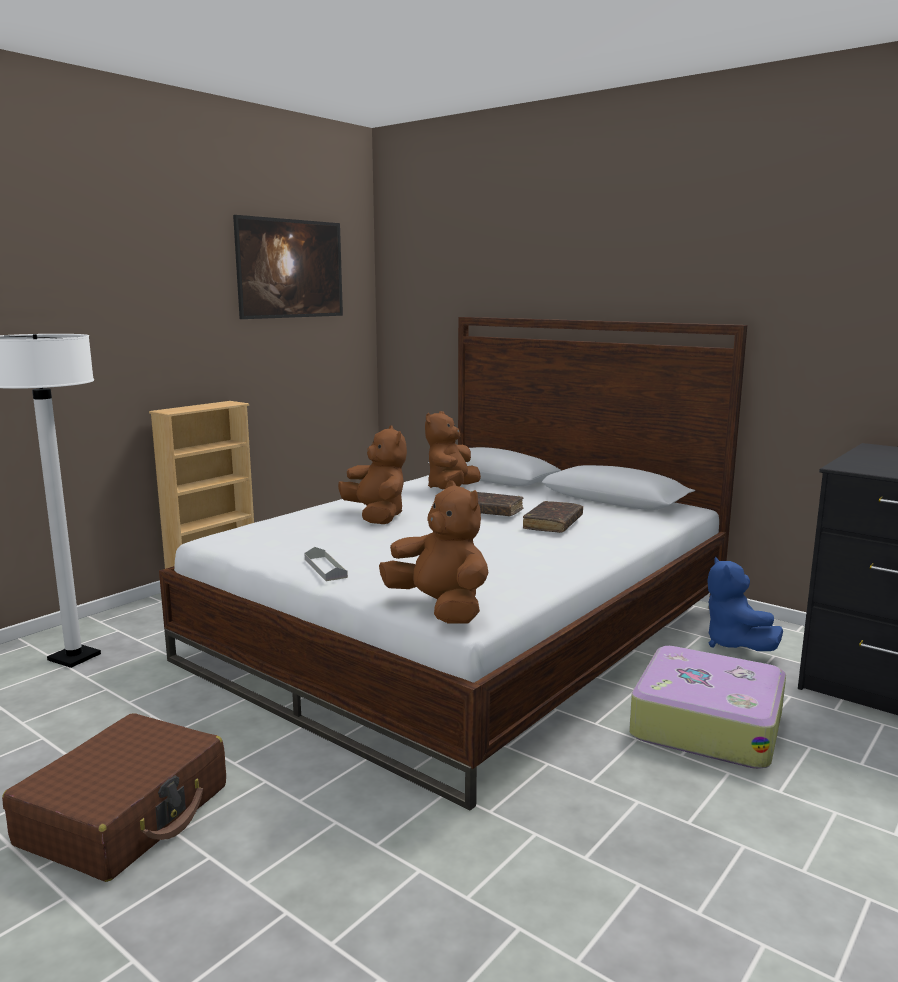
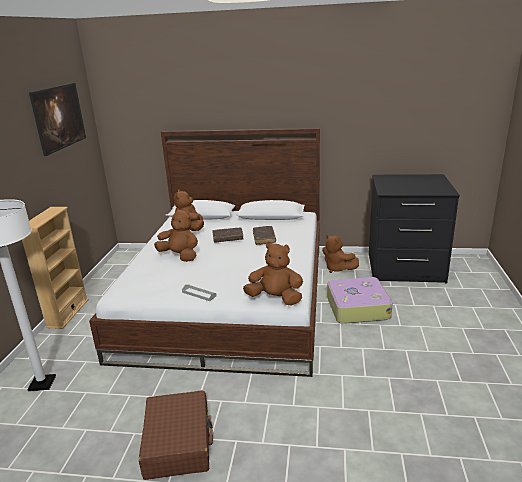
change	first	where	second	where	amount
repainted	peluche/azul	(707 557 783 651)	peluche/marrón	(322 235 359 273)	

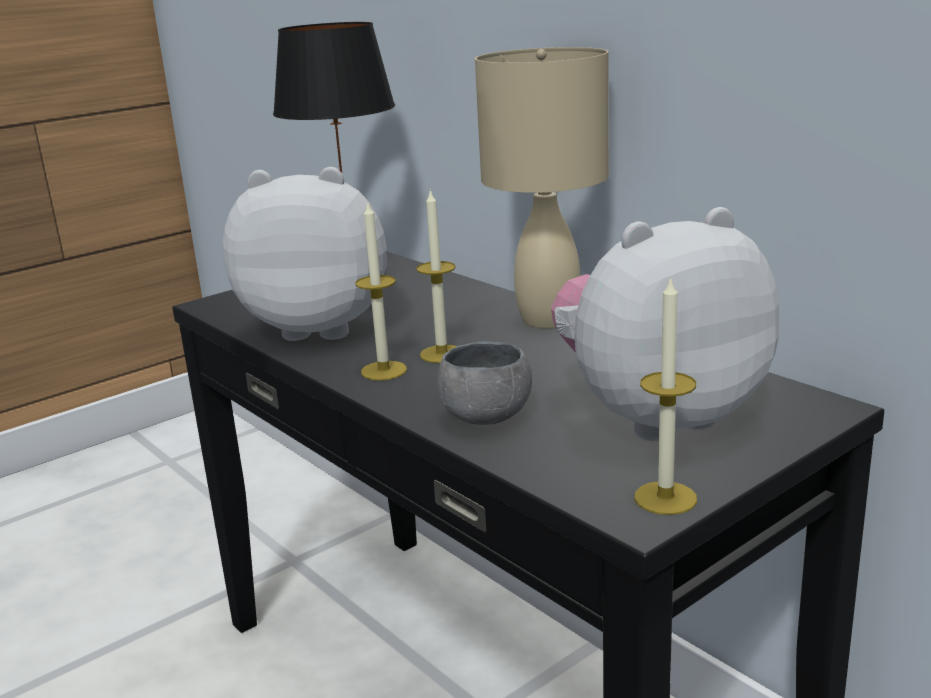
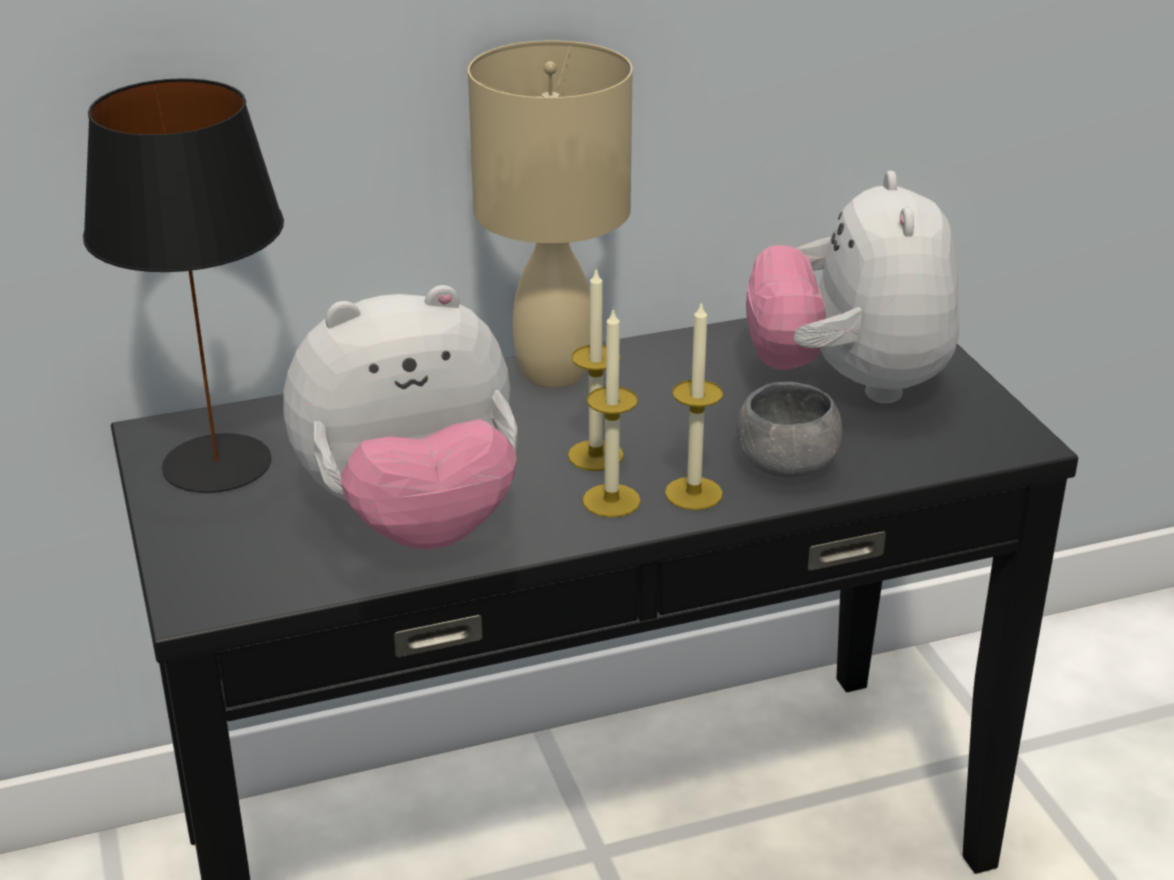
change	first	where	second	where	amount
rotated	peluche	(222 167 387 341)		(283 285 517 550)	135 degrees counterclockwise
shifted	vela	(634 276 697 515)		(665 301 723 510)	

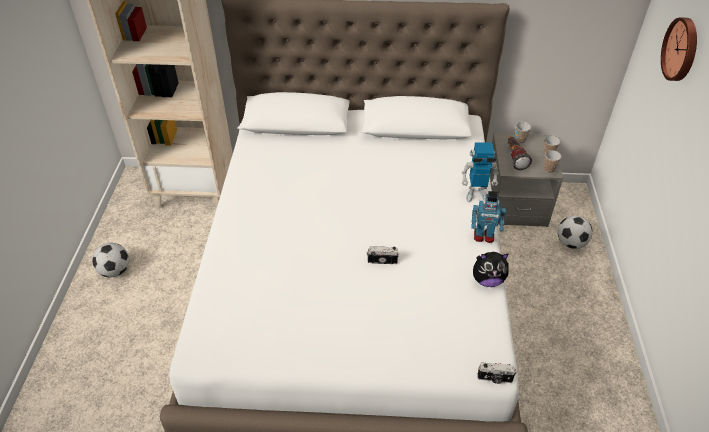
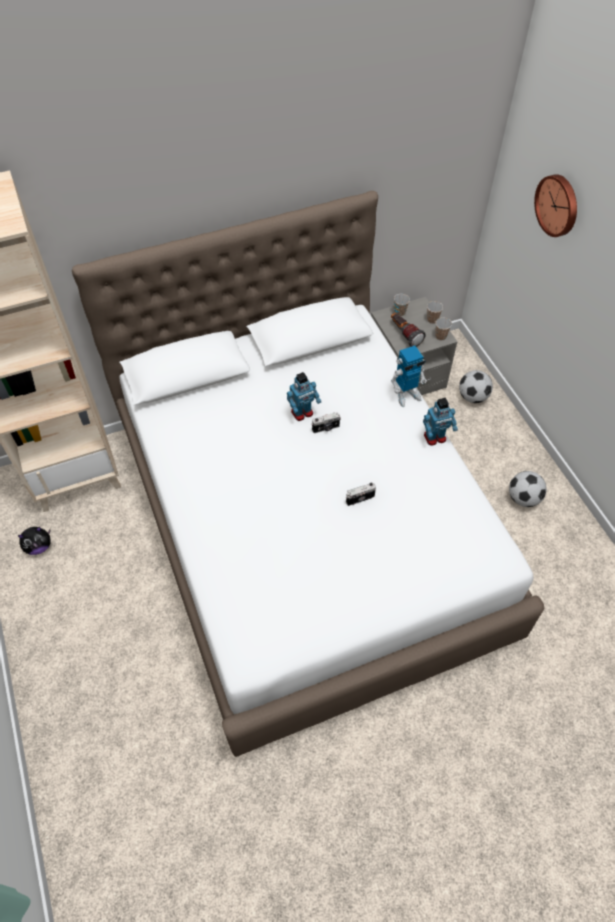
change	first	where	second	where	amount
shifted	balón de fútbol	(92 243 129 277)		(509 471 547 507)	
shifted	peluche	(473 252 509 287)		(18 527 51 555)	
shifted	cámara	(477 362 517 384)		(312 412 341 433)	
new			robot de juguete	(287 372 321 421)	

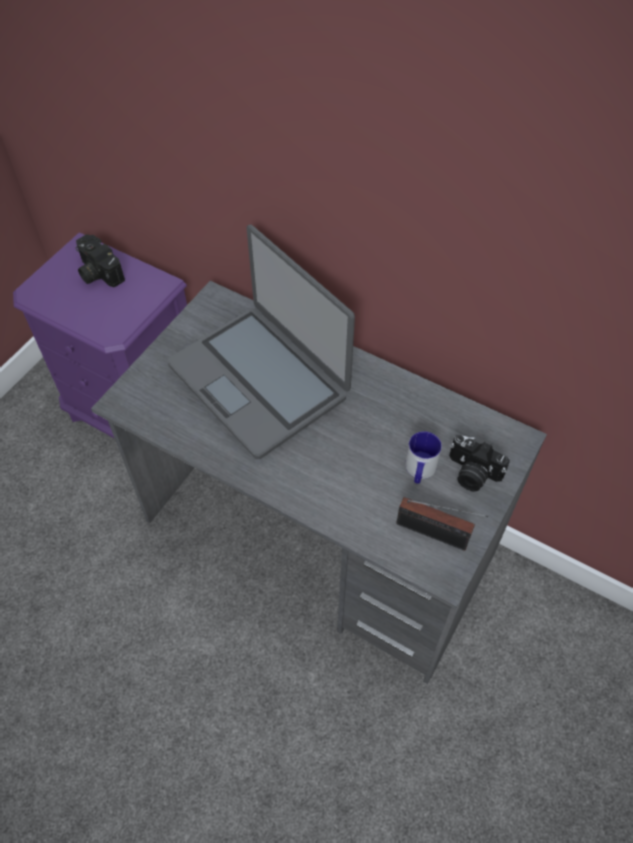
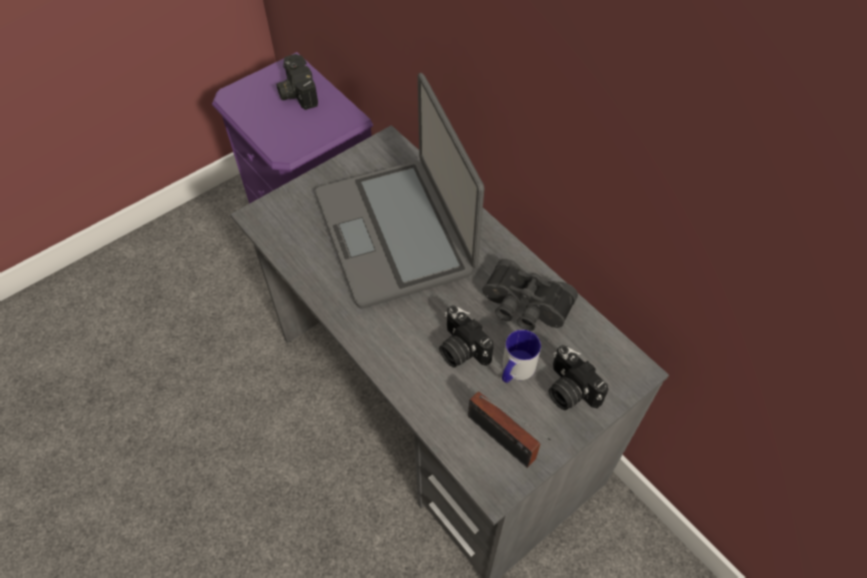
change	first	where	second	where	amount
new			cámara	(439 305 494 368)	
new			prismáticos/negro	(482 259 578 331)	

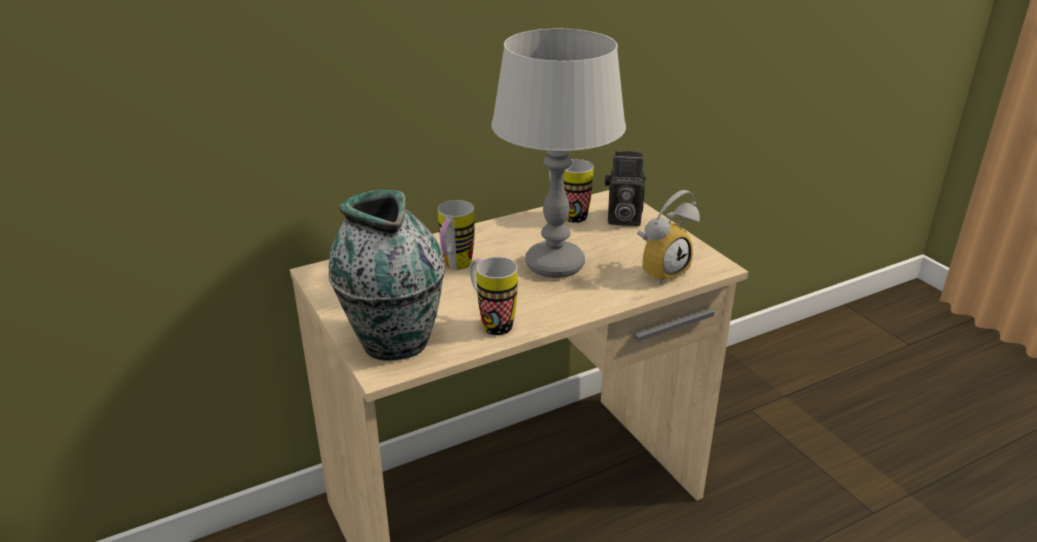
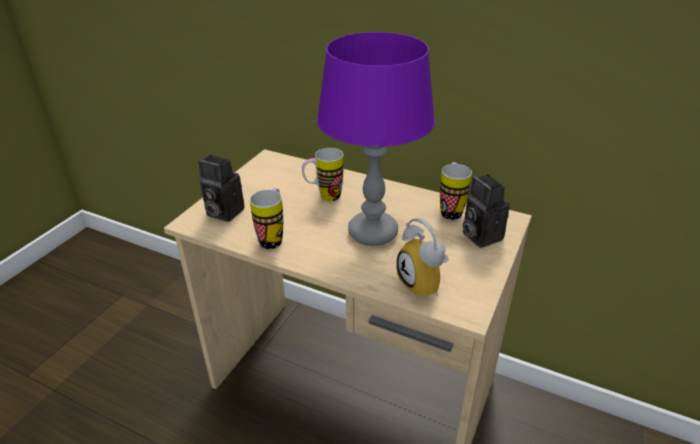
change	first	where	second	where	amount
swapped	florero	(329 190 445 361)	cámara	(198 155 245 222)	
repainted	lámpara de mesa/gris	(491 29 626 278)	lámpara de mesa/morado	(317 32 435 246)	
rotated	despertador	(637 190 700 285)		(397 218 449 299)	45 degrees clockwise

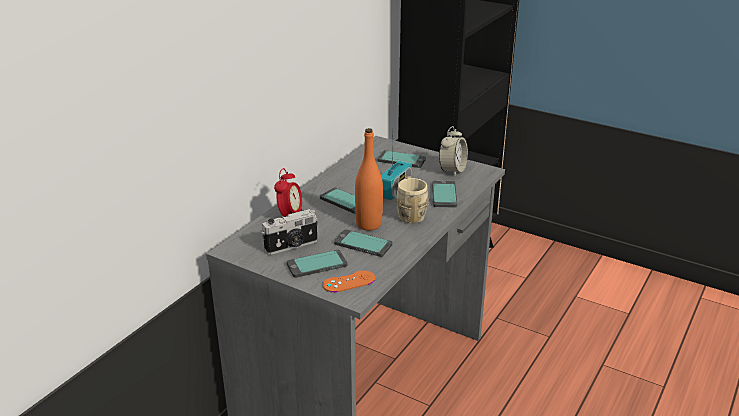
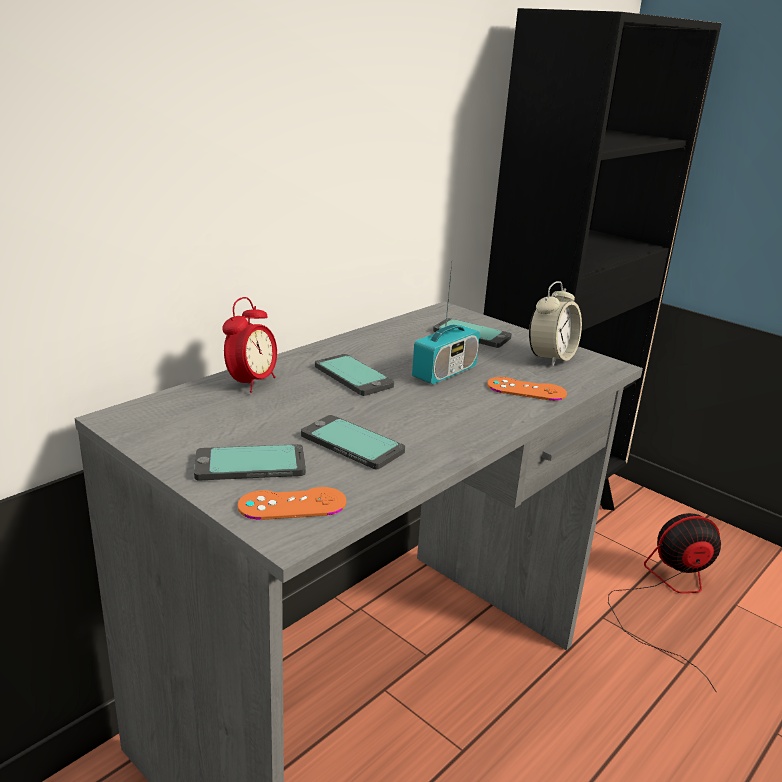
change	first	where	second	where	amount
gone	cámara	(262 209 318 255)			
gone	botella/naranja	(355 128 383 231)			
gone	taza grande/beis	(396 177 429 223)			
swapped	móvil	(432 181 457 208)	mando de consola/naranja	(487 377 567 401)	
new			ventilador	(608 513 721 693)	

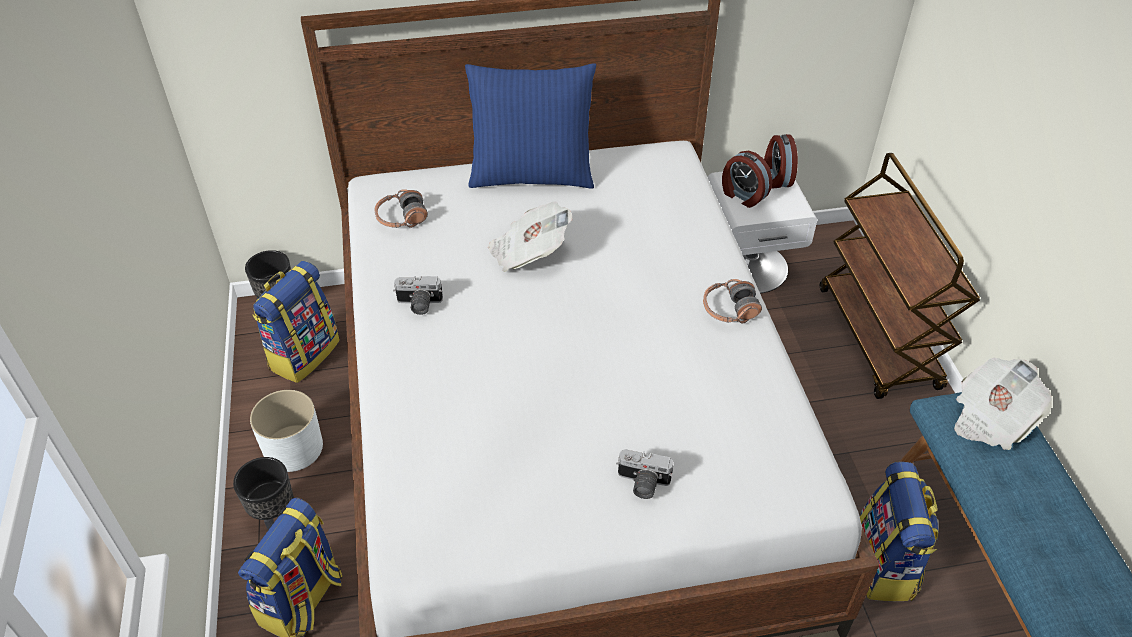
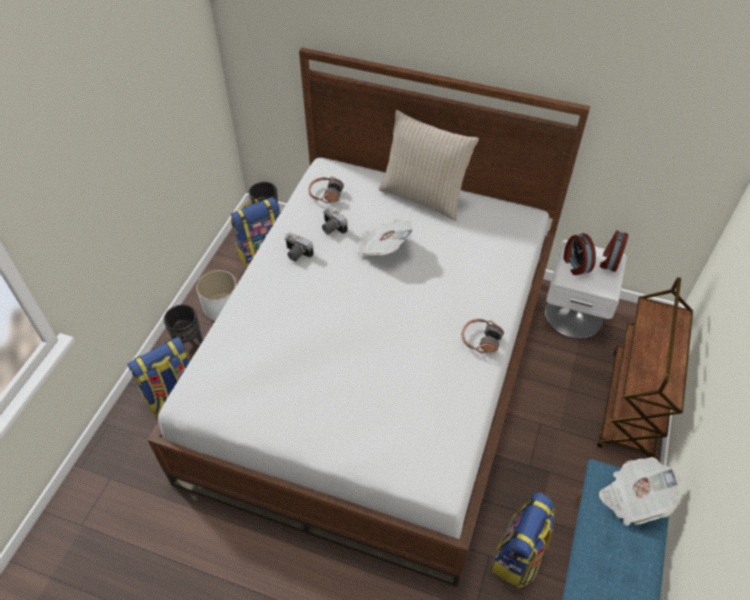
change	first	where	second	where	amount
repainted	cojín/azul	(465 63 596 189)	cojín/beis	(379 110 479 221)	
shifted	cámara	(616 450 673 499)		(322 206 348 235)	

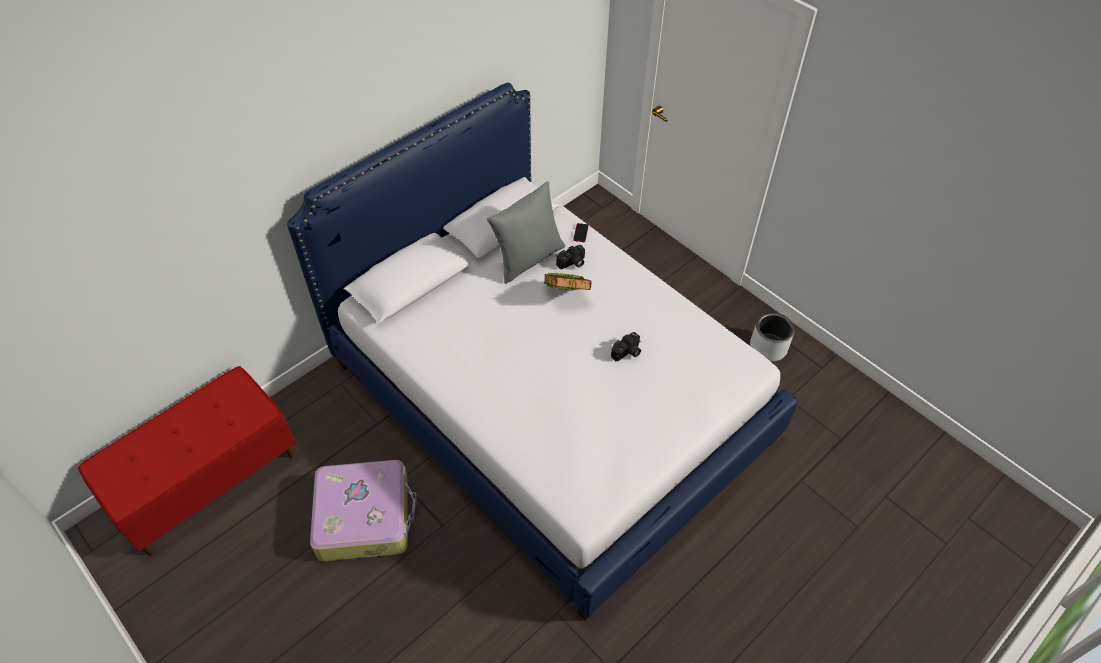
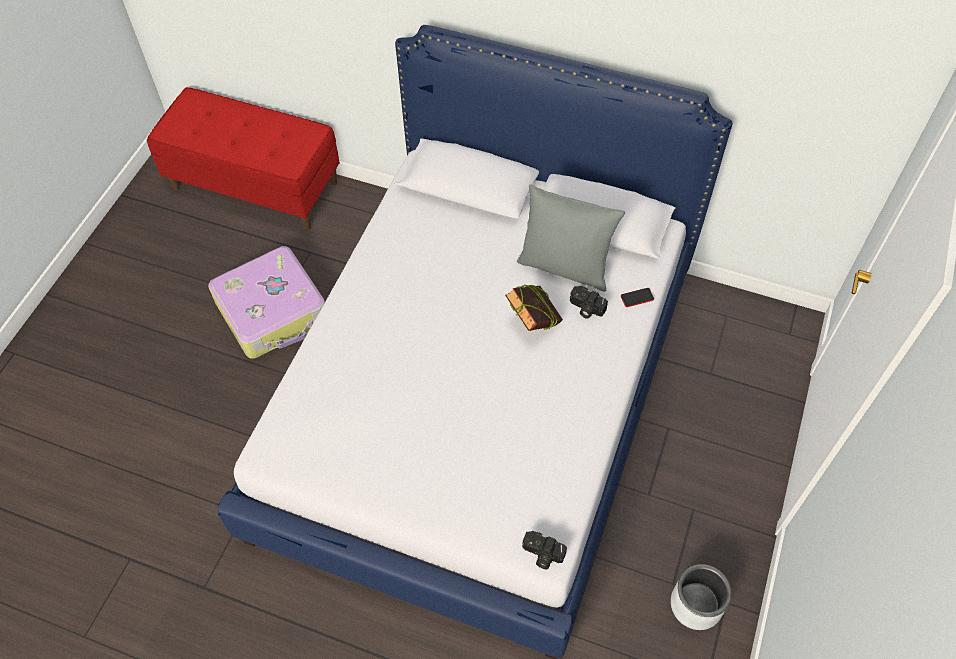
change	first	where	second	where	amount
shifted	cámara	(611 332 641 361)		(522 531 567 569)	

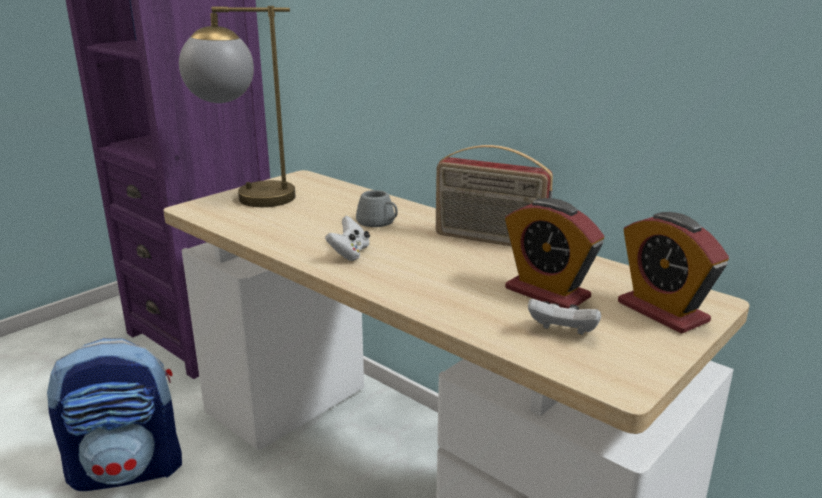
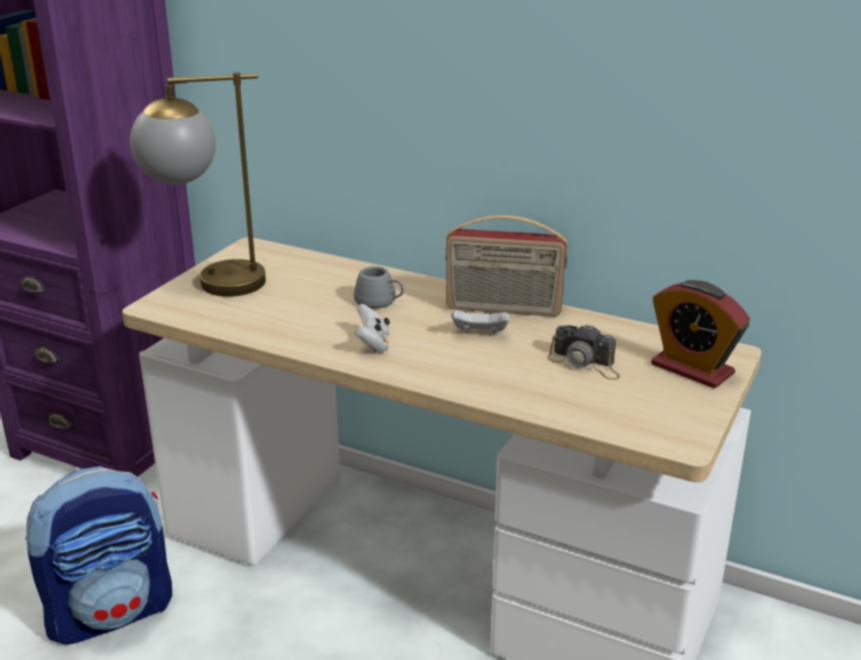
change	first	where	second	where	amount
swapped	despertador	(505 198 604 309)	cámara	(548 323 620 380)	
shifted	mando de consola/blanco	(528 299 601 335)		(451 310 510 334)	

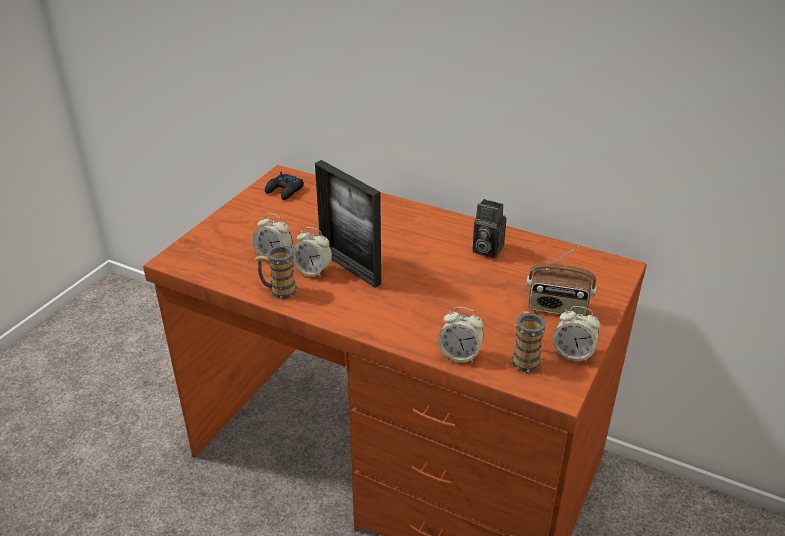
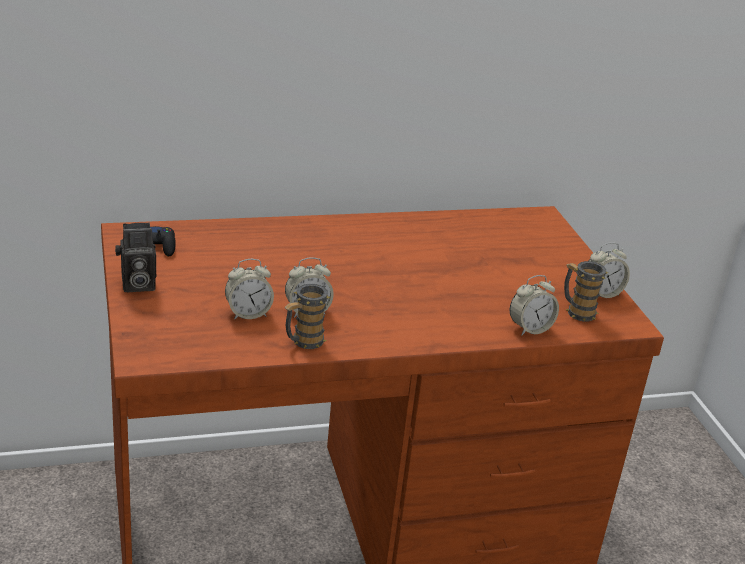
change	first	where	second	where	amount
gone	portarretratos	(315 160 381 288)			
shifted	cámara	(472 199 507 258)		(115 223 156 292)	
gone	radio	(526 247 597 316)			

